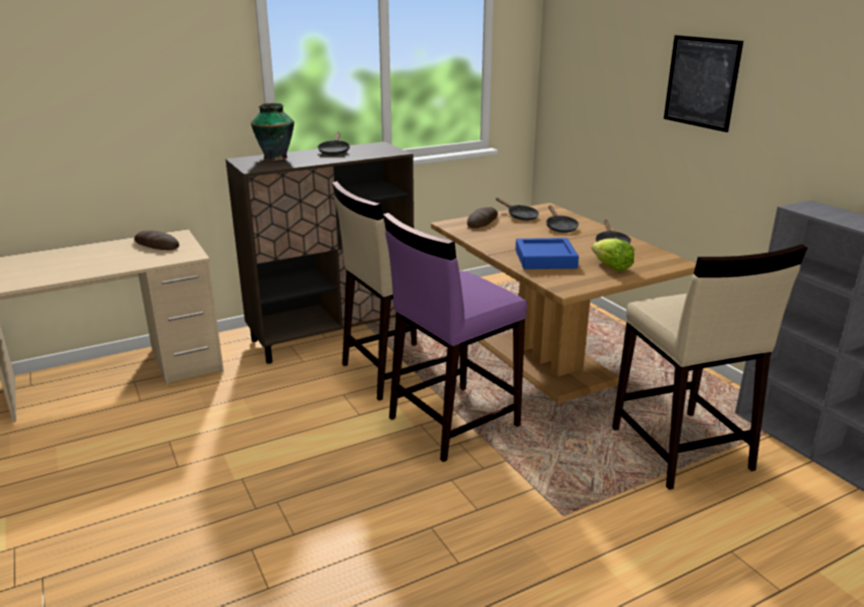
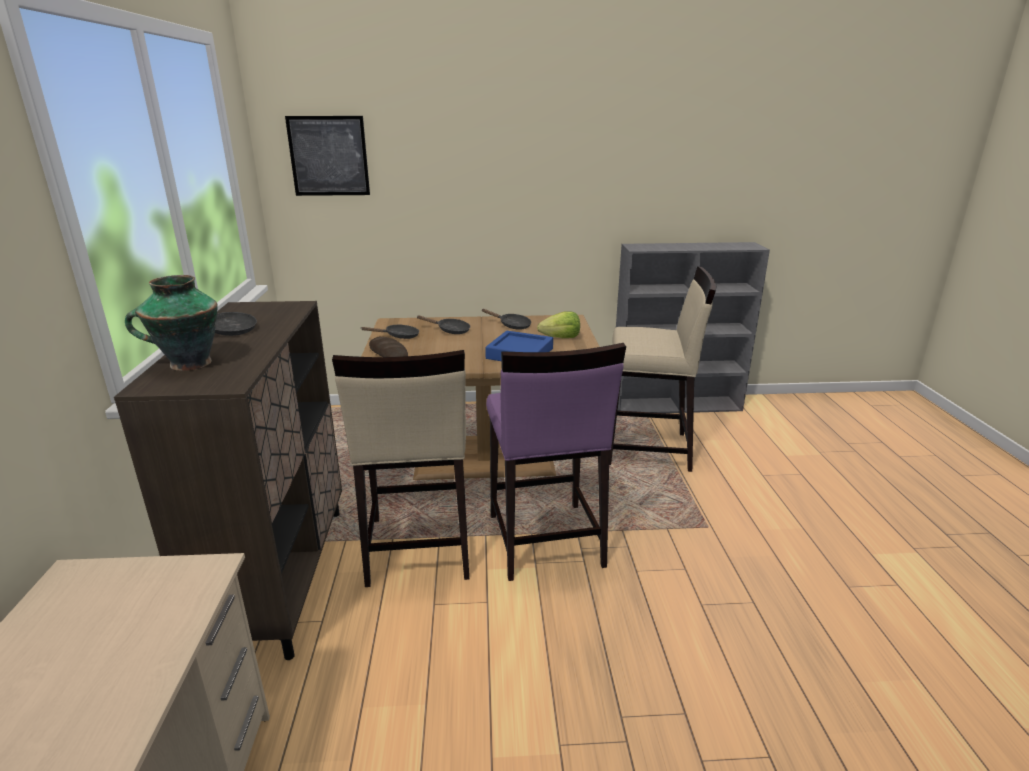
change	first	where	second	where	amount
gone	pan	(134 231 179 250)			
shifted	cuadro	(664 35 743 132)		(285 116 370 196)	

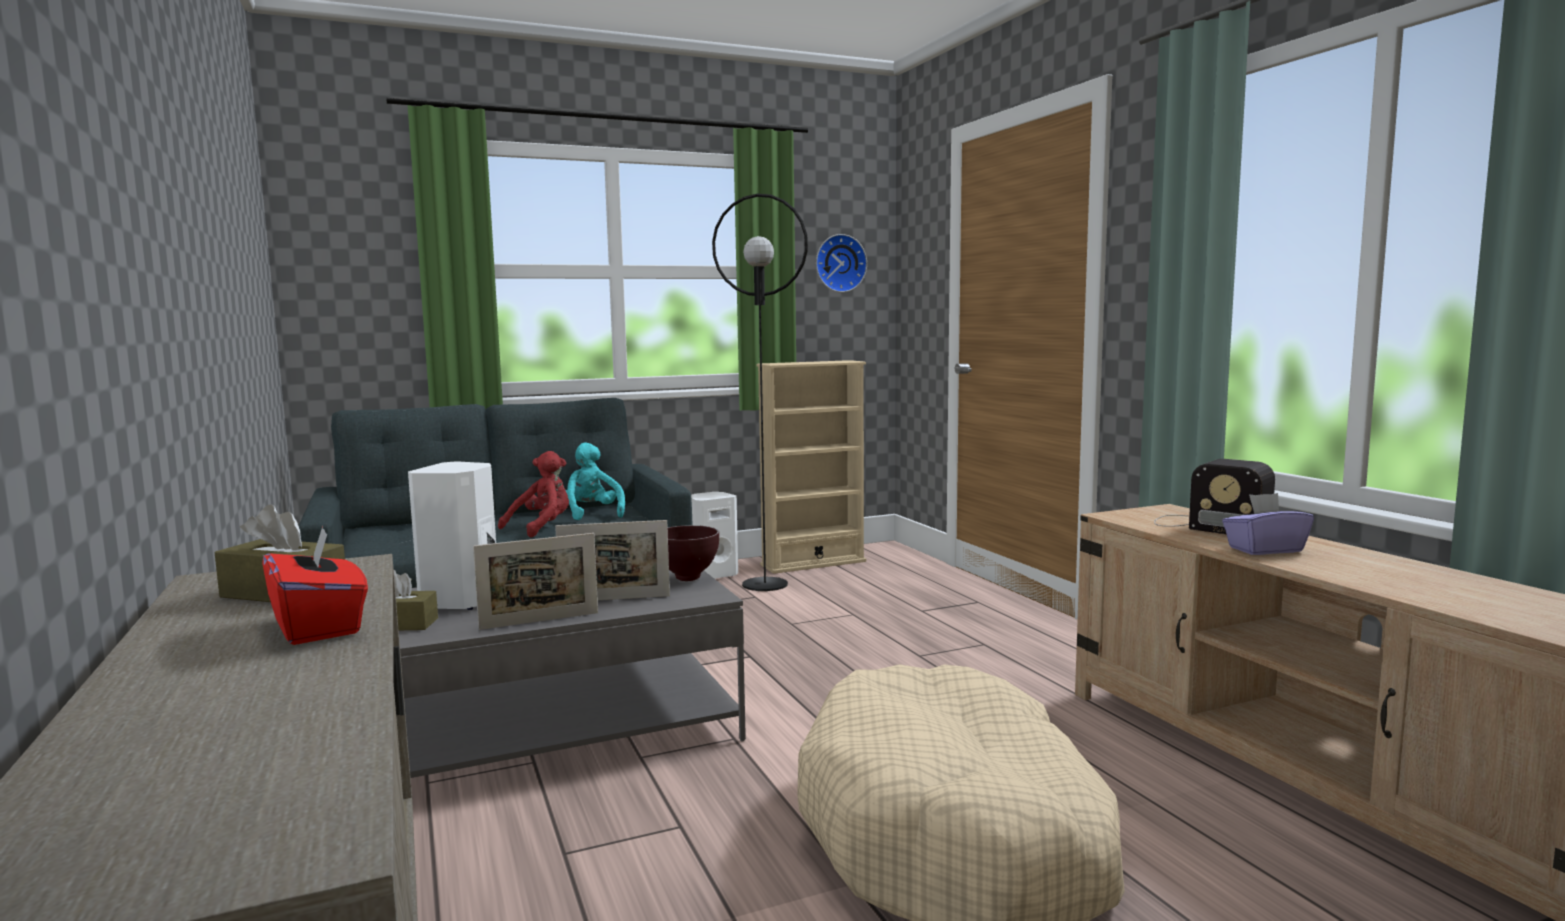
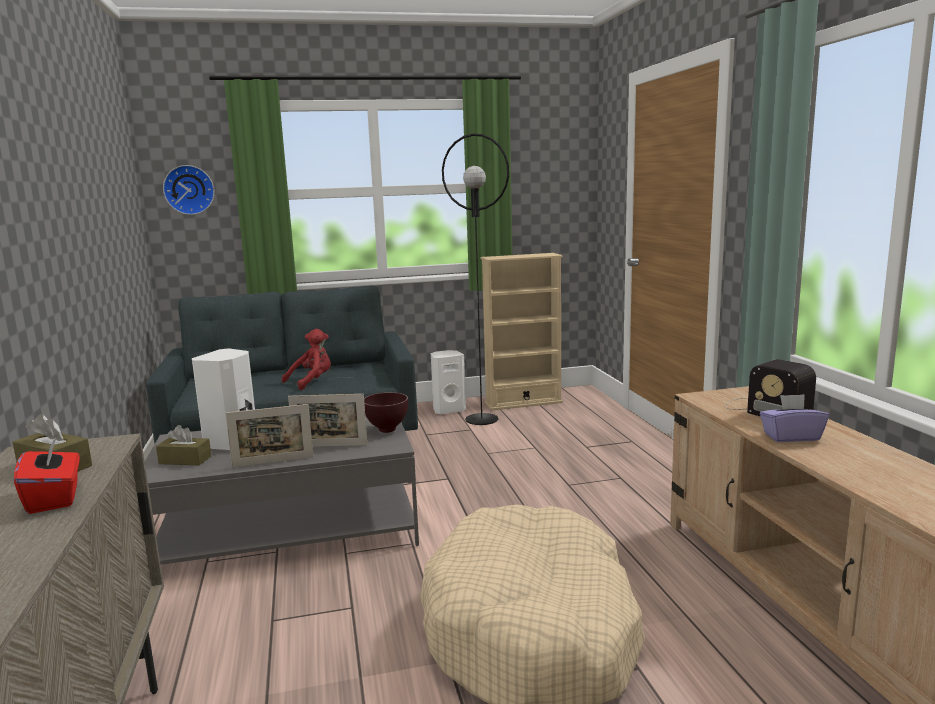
change	first	where	second	where	amount
gone	peluche/turquesa	(565 442 625 520)			
shifted	reloj de pared	(816 234 867 292)		(163 165 215 215)	

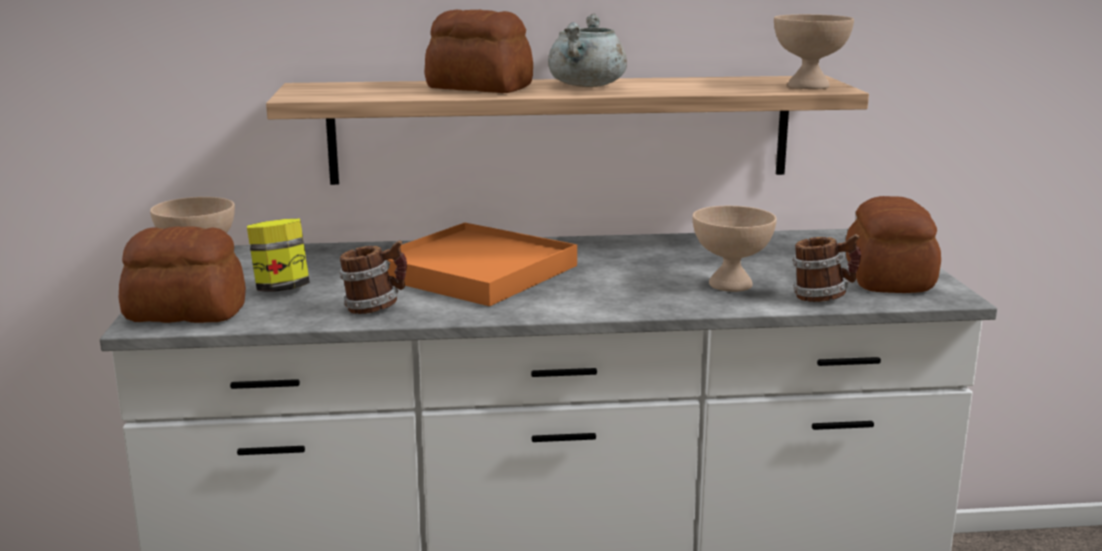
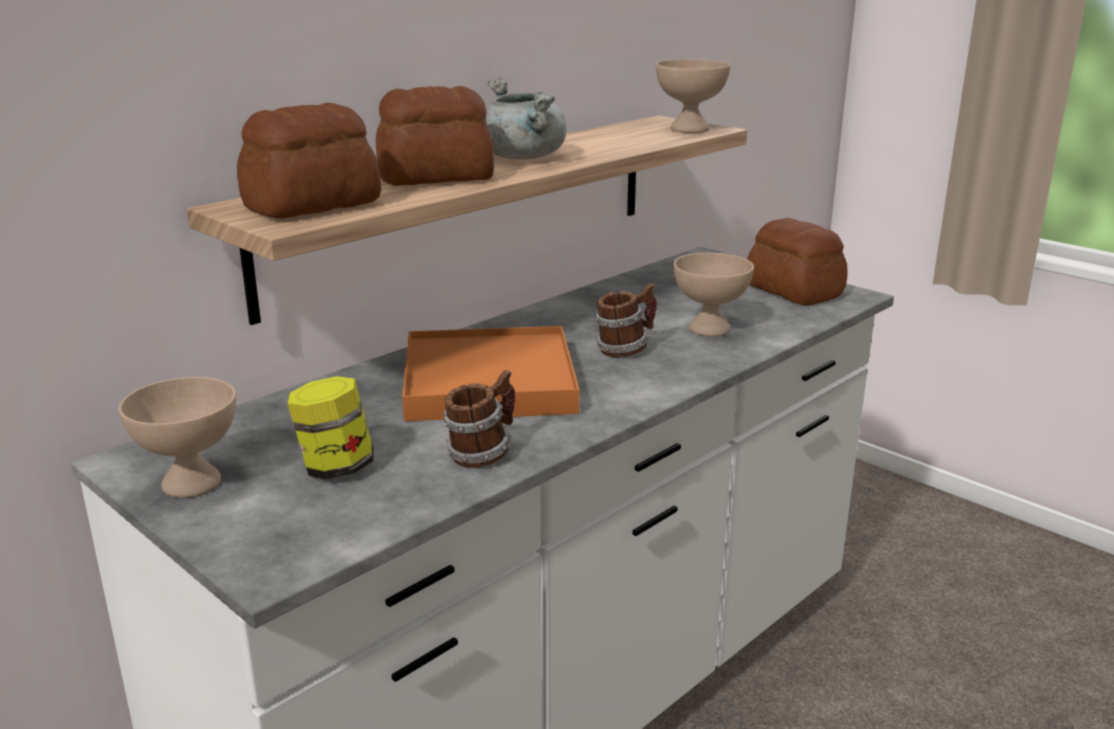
change	first	where	second	where	amount
shifted	pan	(119 226 246 323)		(237 103 382 218)	
shifted	taza grande	(792 234 861 302)		(595 284 657 357)	

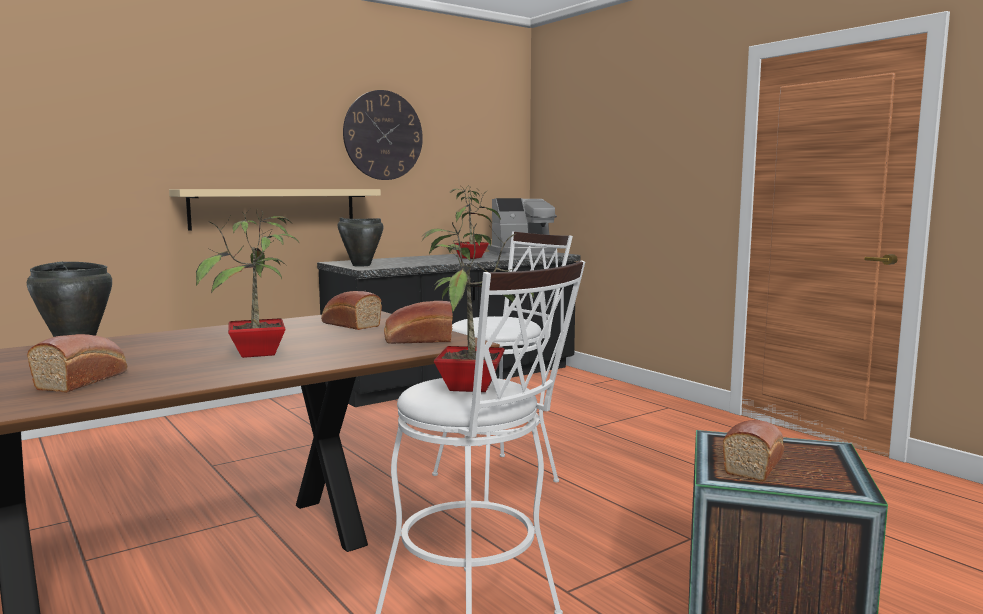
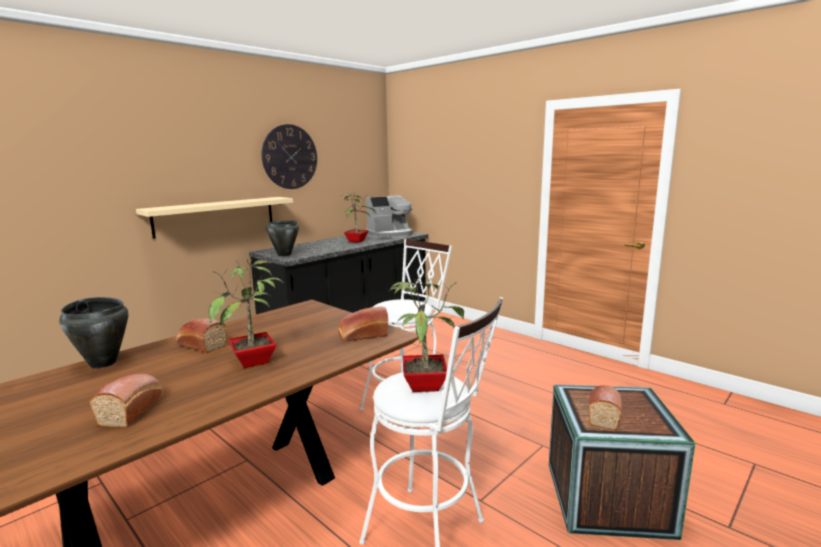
change	first	where	second	where	amount
shifted	pan	(321 291 382 330)		(176 318 227 353)	

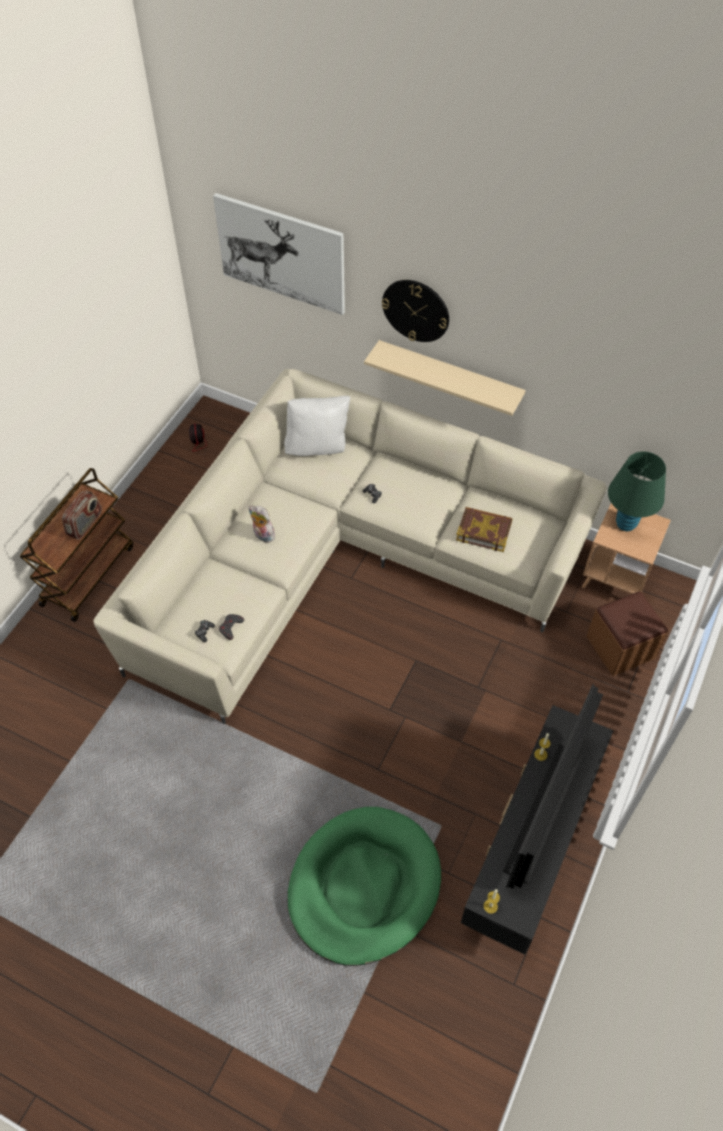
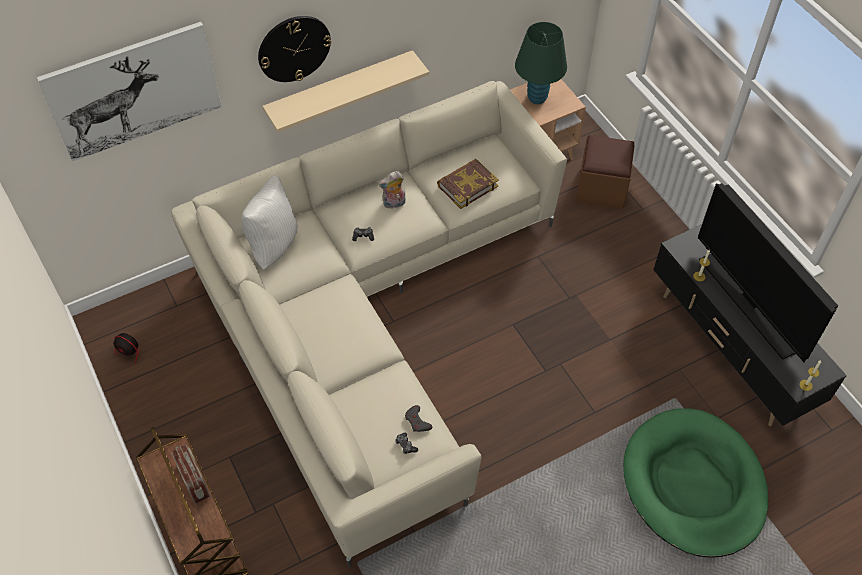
change	first	where	second	where	amount
shifted	peluche	(249 506 275 543)		(378 171 406 209)	

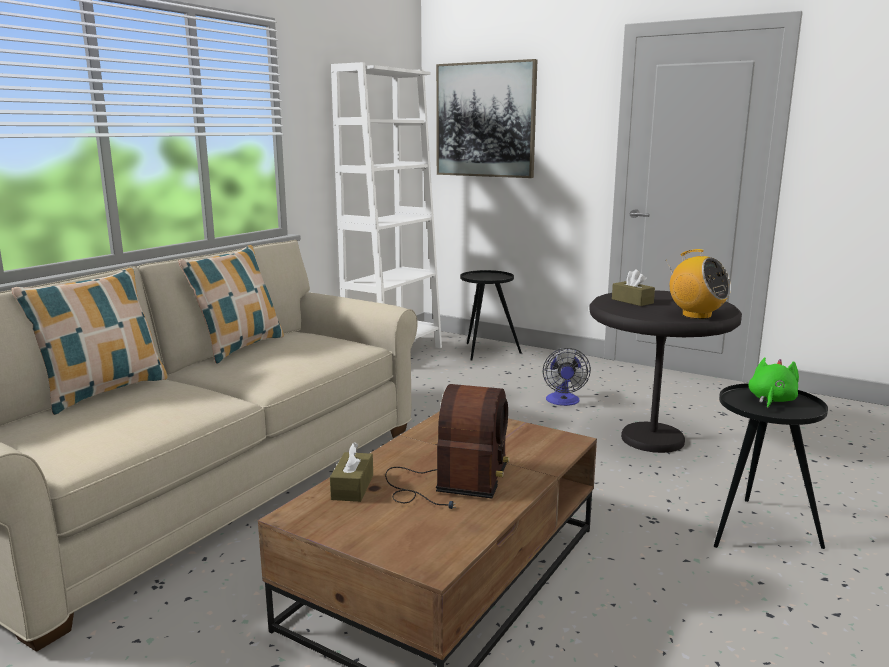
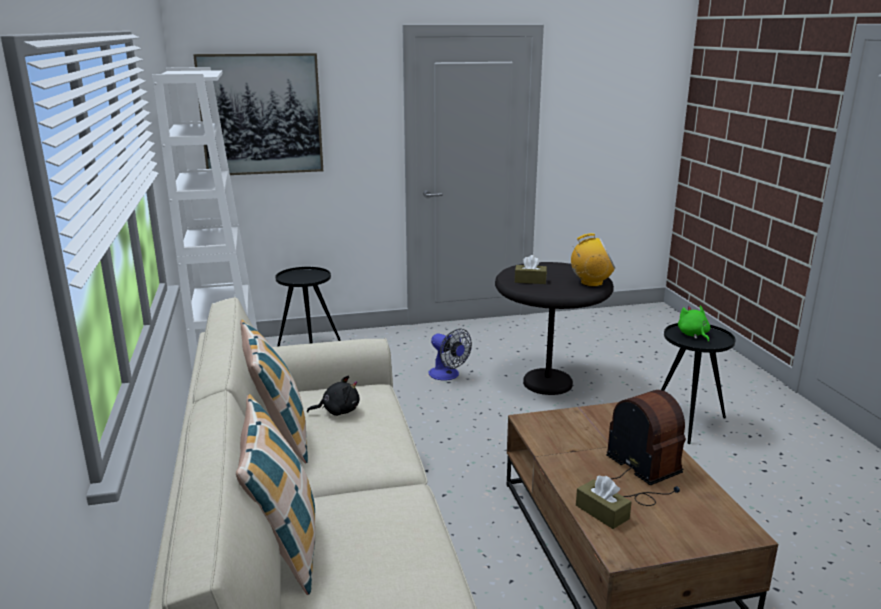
change	first	where	second	where	amount
new			peluche/negro	(307 375 360 416)	

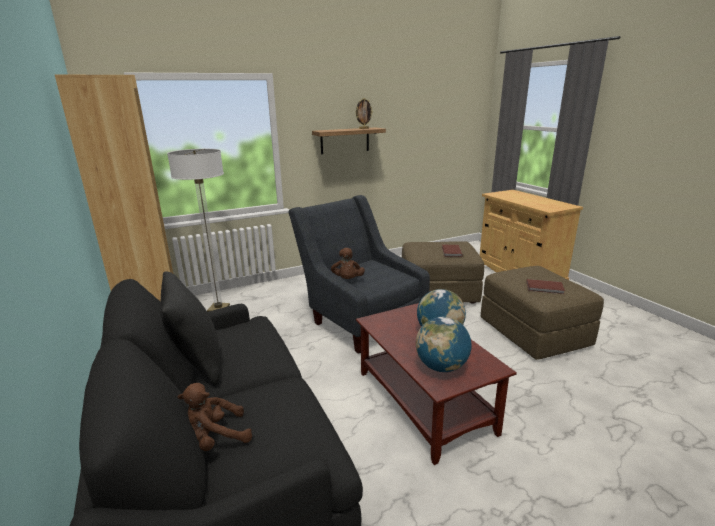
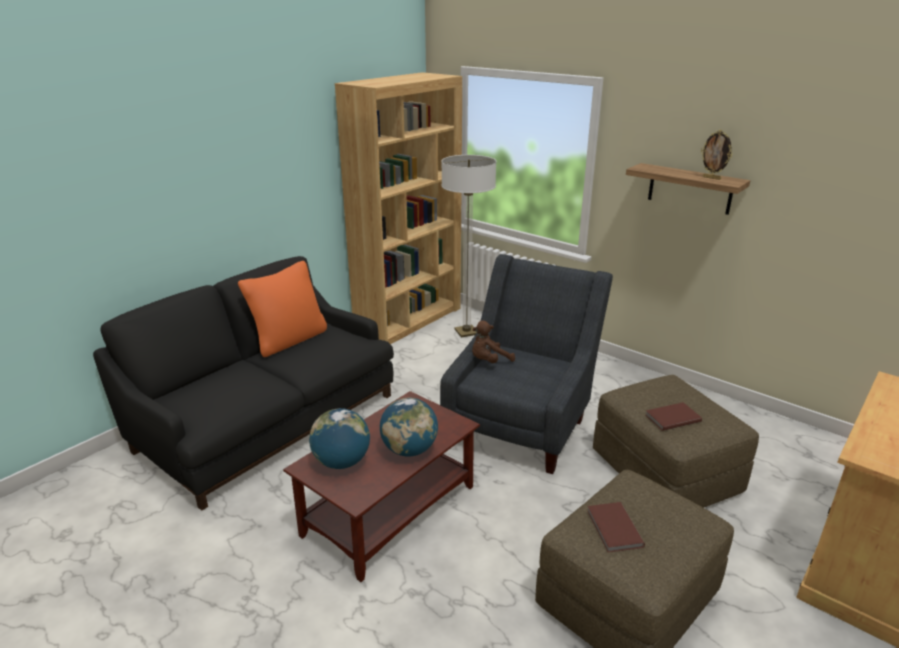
change	first	where	second	where	amount
repainted	cojín/negro	(160 271 220 385)	cojín/naranja	(238 261 327 357)	
gone	peluche/marrón	(178 383 252 451)			

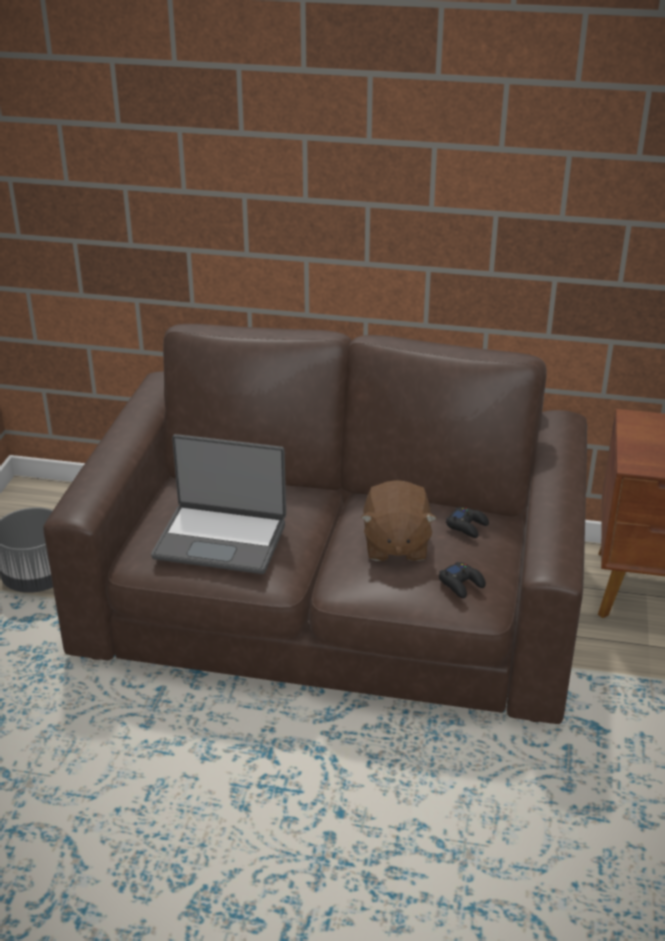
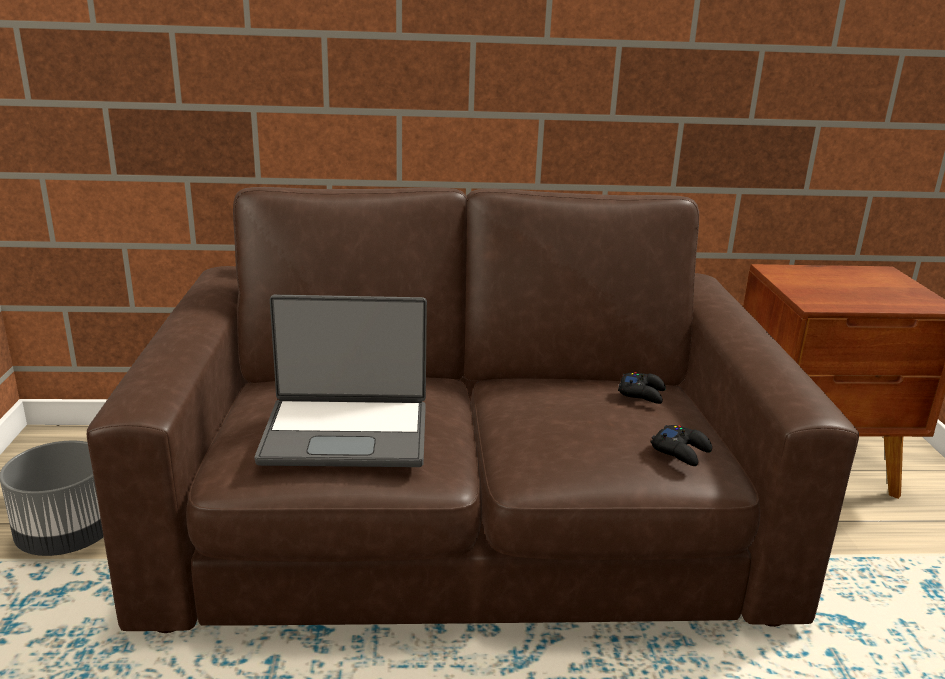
change	first	where	second	where	amount
gone	peluche/marrón	(361 480 437 561)			

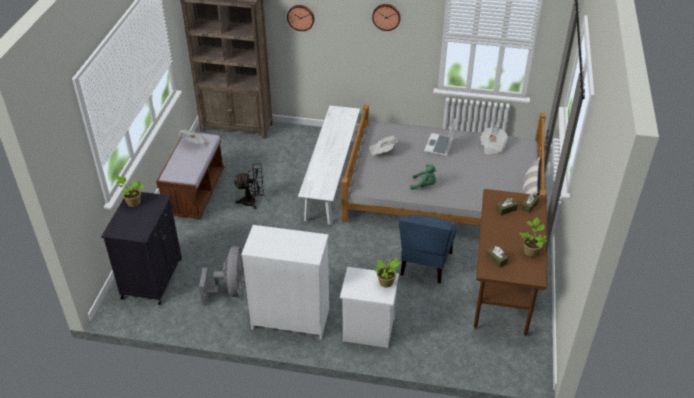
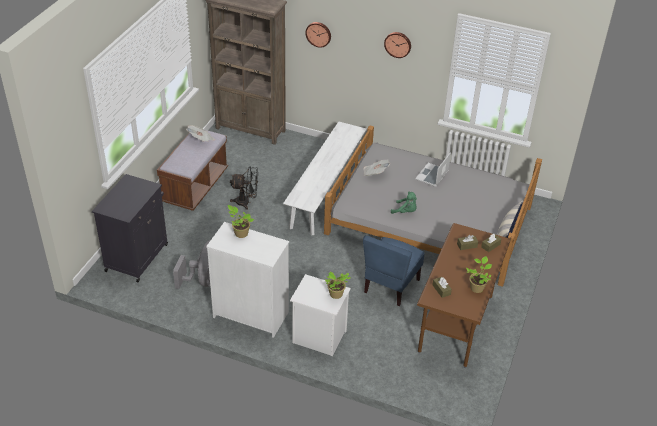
change	first	where	second	where	amount
shifted	planta en maceta	(114 175 144 207)		(228 205 254 238)	
gone	periódico	(480 125 508 154)			

